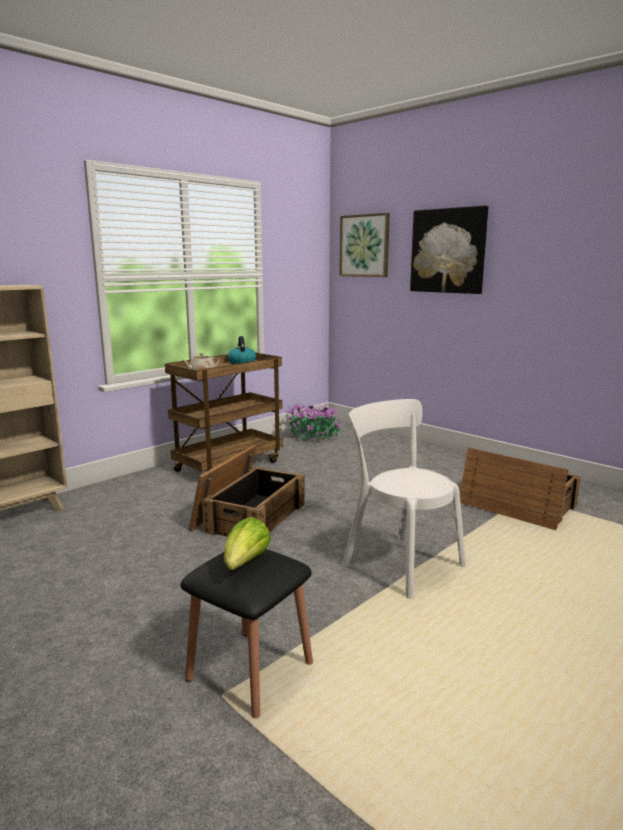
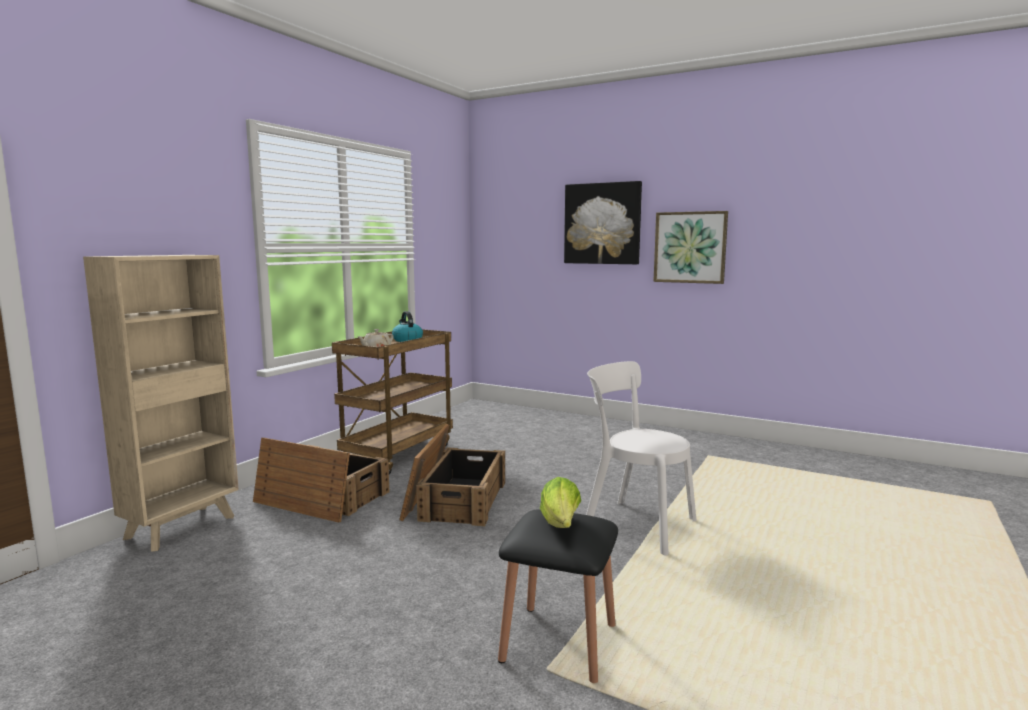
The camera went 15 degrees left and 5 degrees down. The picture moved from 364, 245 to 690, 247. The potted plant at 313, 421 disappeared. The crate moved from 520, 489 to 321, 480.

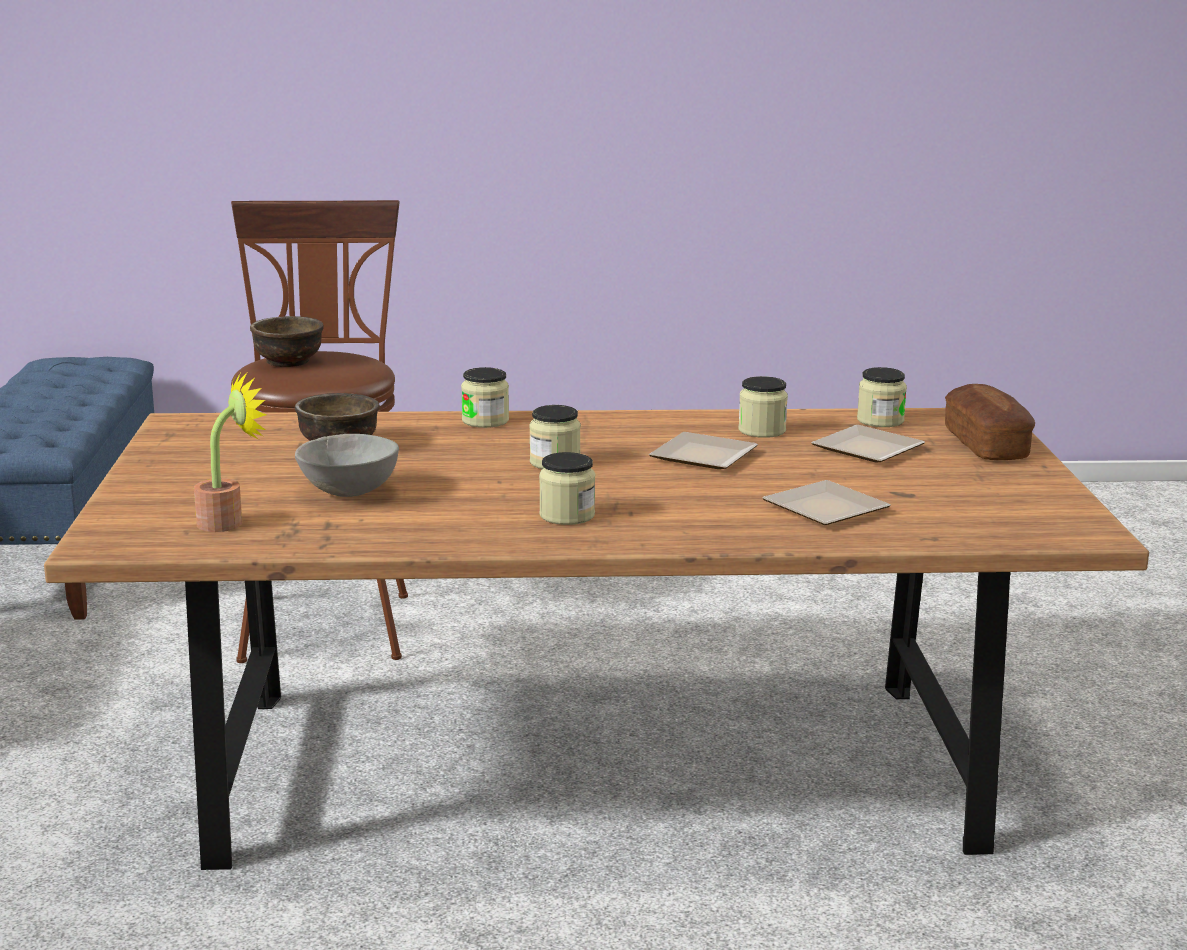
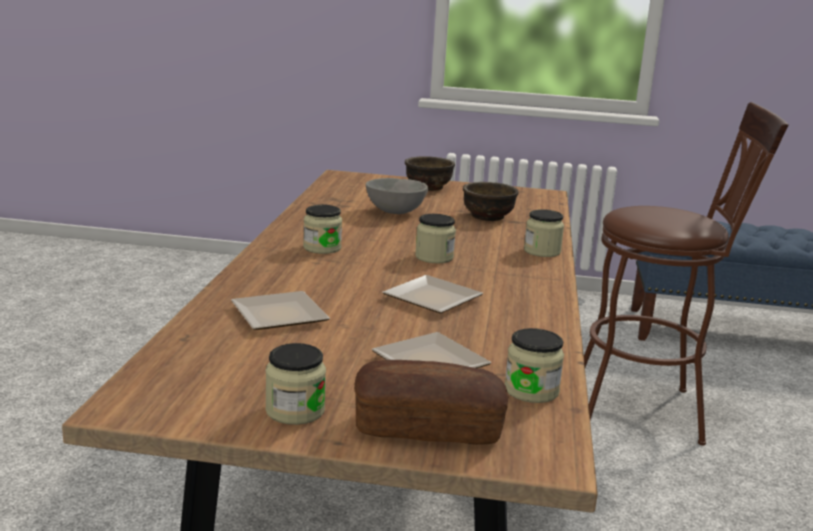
The camera went 100 degrees right and 0 degrees up. The brown bowl moved from 287, 341 to 430, 173. The potted plant at 230, 452 disappeared. The jar moved from 763, 407 to 295, 384.

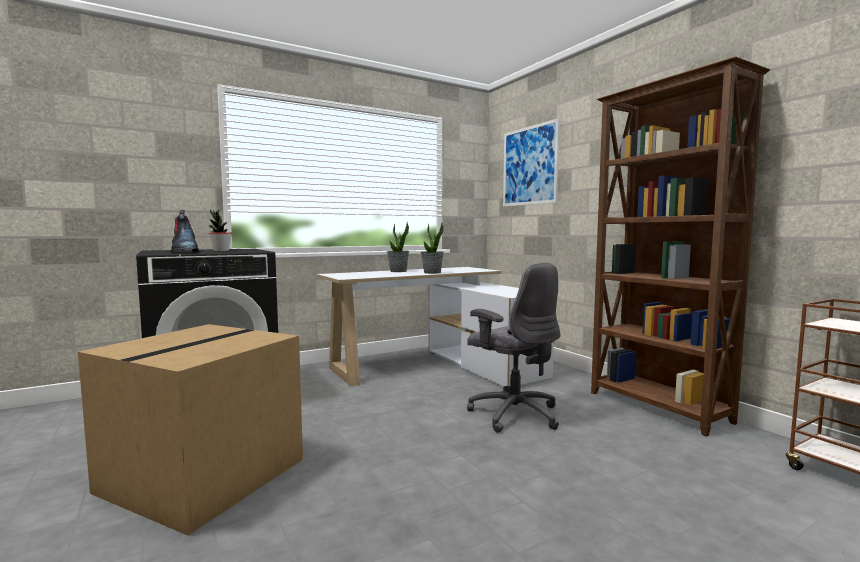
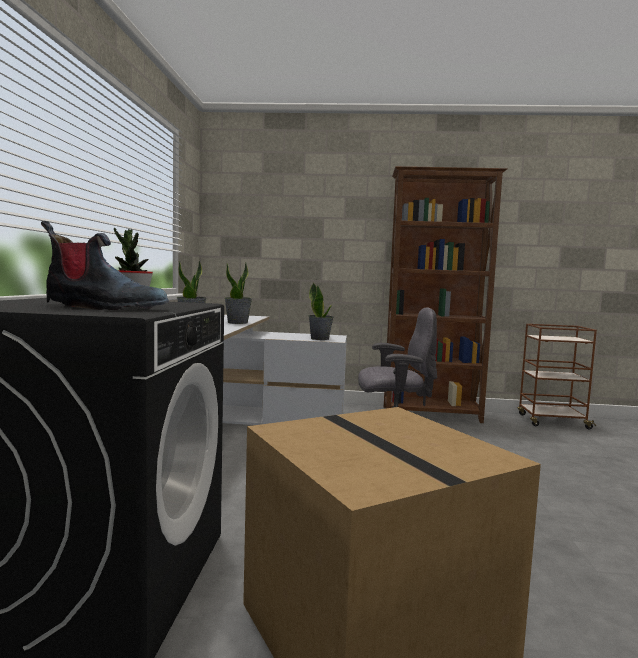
The camera went 55 degrees left and 0 degrees up. The picture at 531, 162 disappeared. The potted plant at 321, 311 appeared.

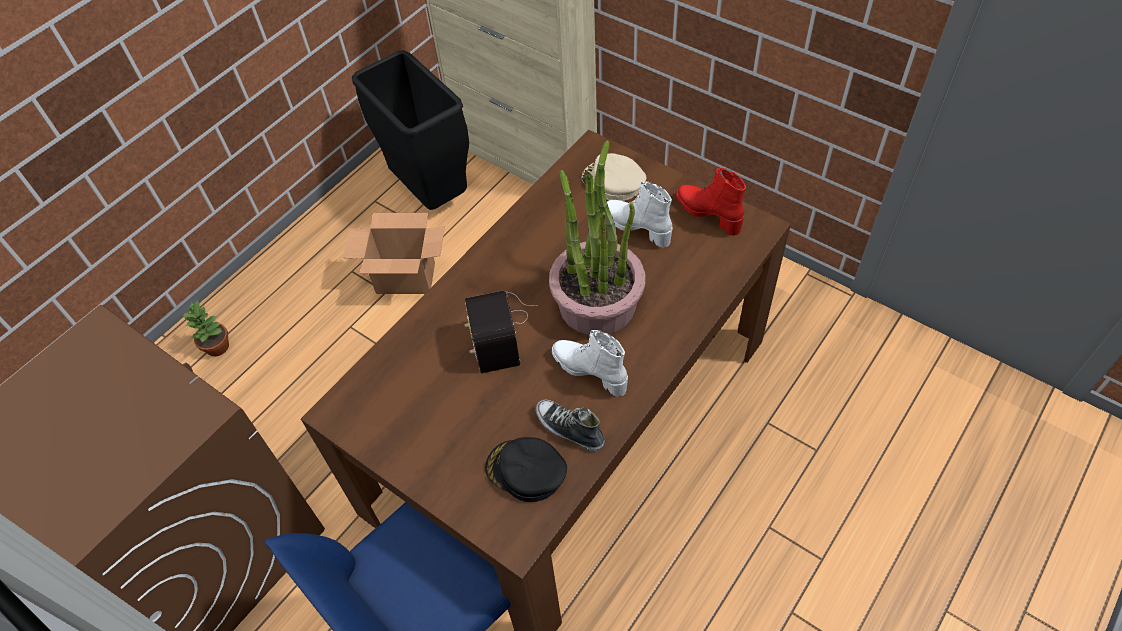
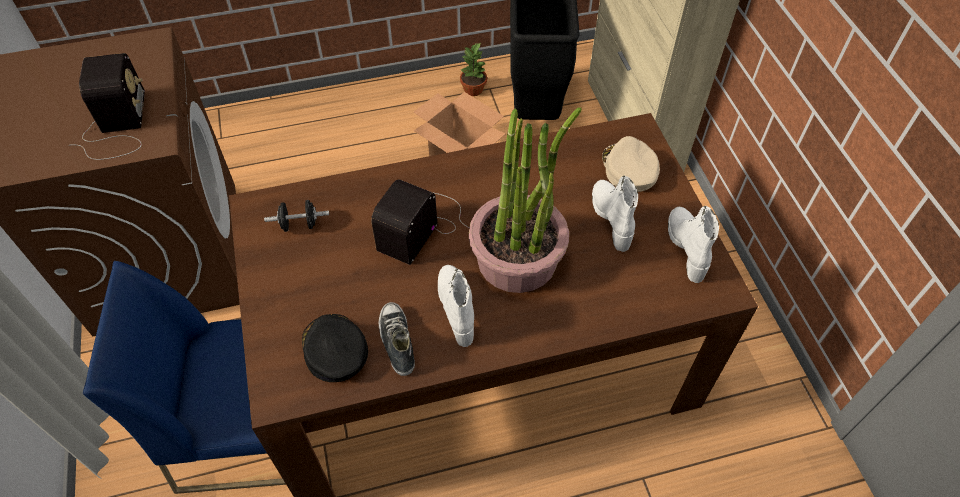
The camera went 35 degrees right and 0 degrees up. The red boot at 711, 202 became the white boot at 693, 244. The potted plant moved from 205, 327 to 473, 69. The radio at 111, 106 appeared. The black dumbbell at 296, 216 appeared.

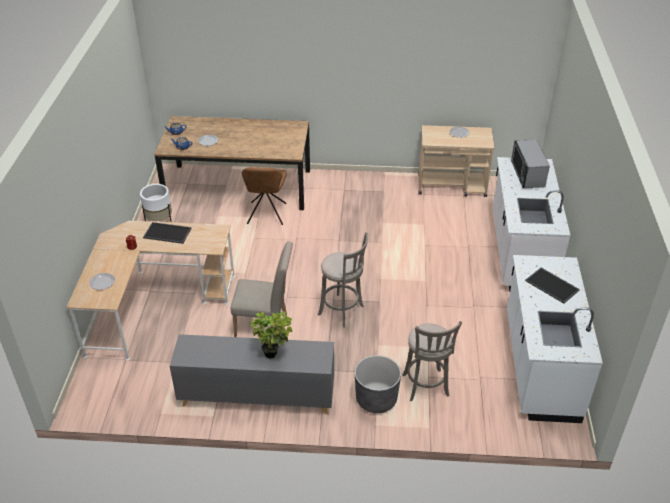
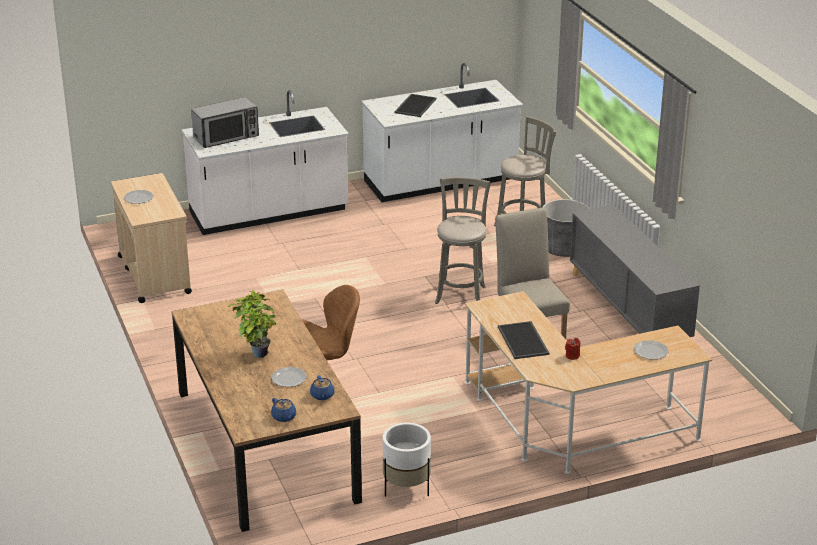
The camera went 115 degrees left and 10 degrees down. The potted plant moved from 271, 335 to 252, 324.

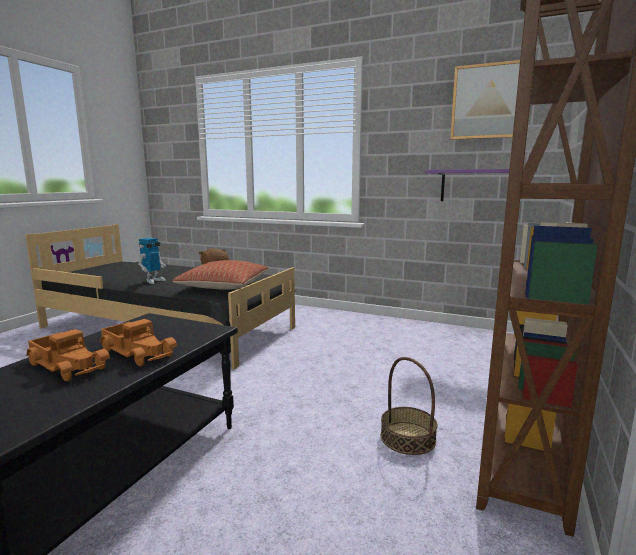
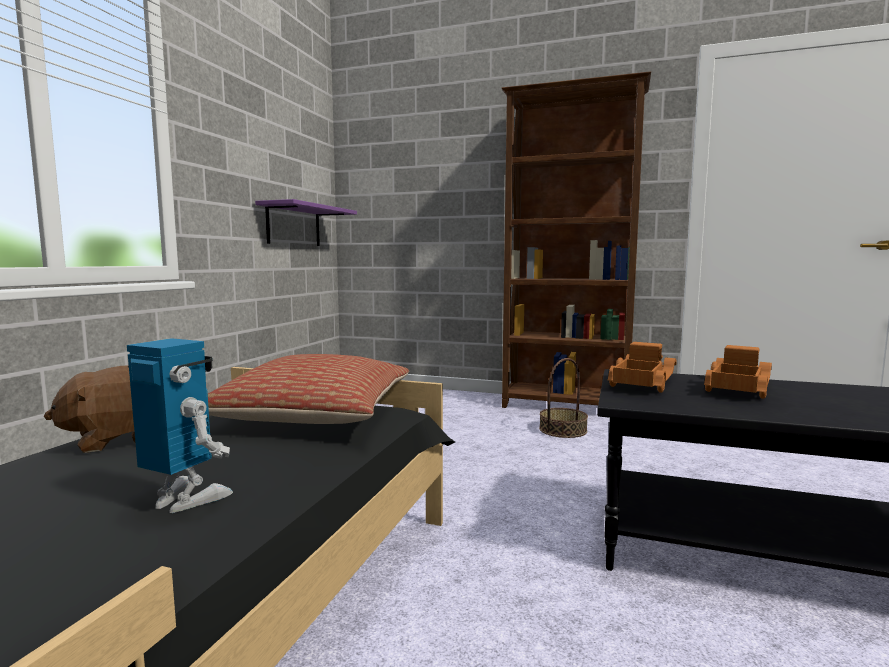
The camera went 95 degrees left and 5 degrees down. The picture at 485, 100 disappeared. The toy truck moved from 68, 355 to 641, 367.

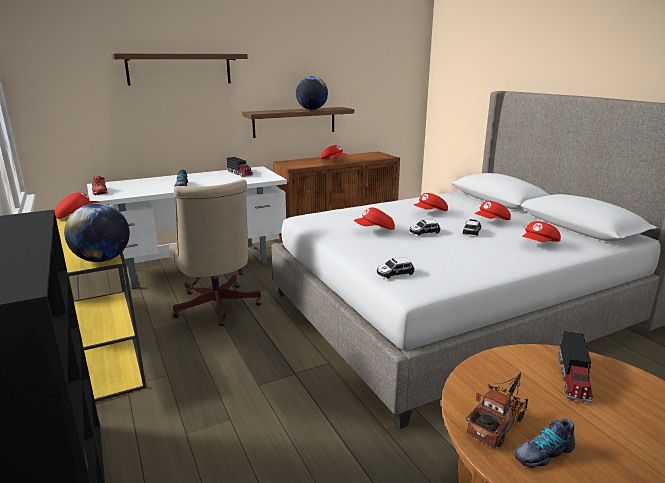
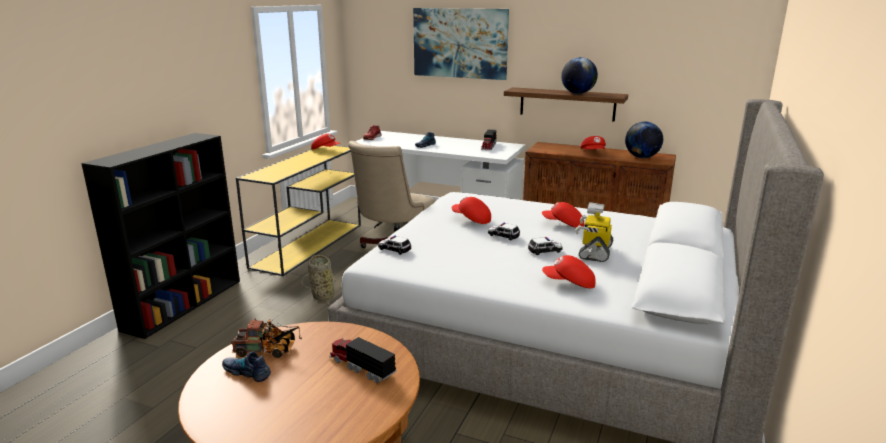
The camera went 50 degrees right and 0 degrees up. The shelf at 179, 70 was replaced by the picture at 461, 44. The red cap at 492, 210 was replaced by the toy robot at 594, 232. The globe moved from 97, 232 to 644, 139. The toy truck at 575, 367 turned 60 degrees clockwise. The basket at 322, 280 appeared.

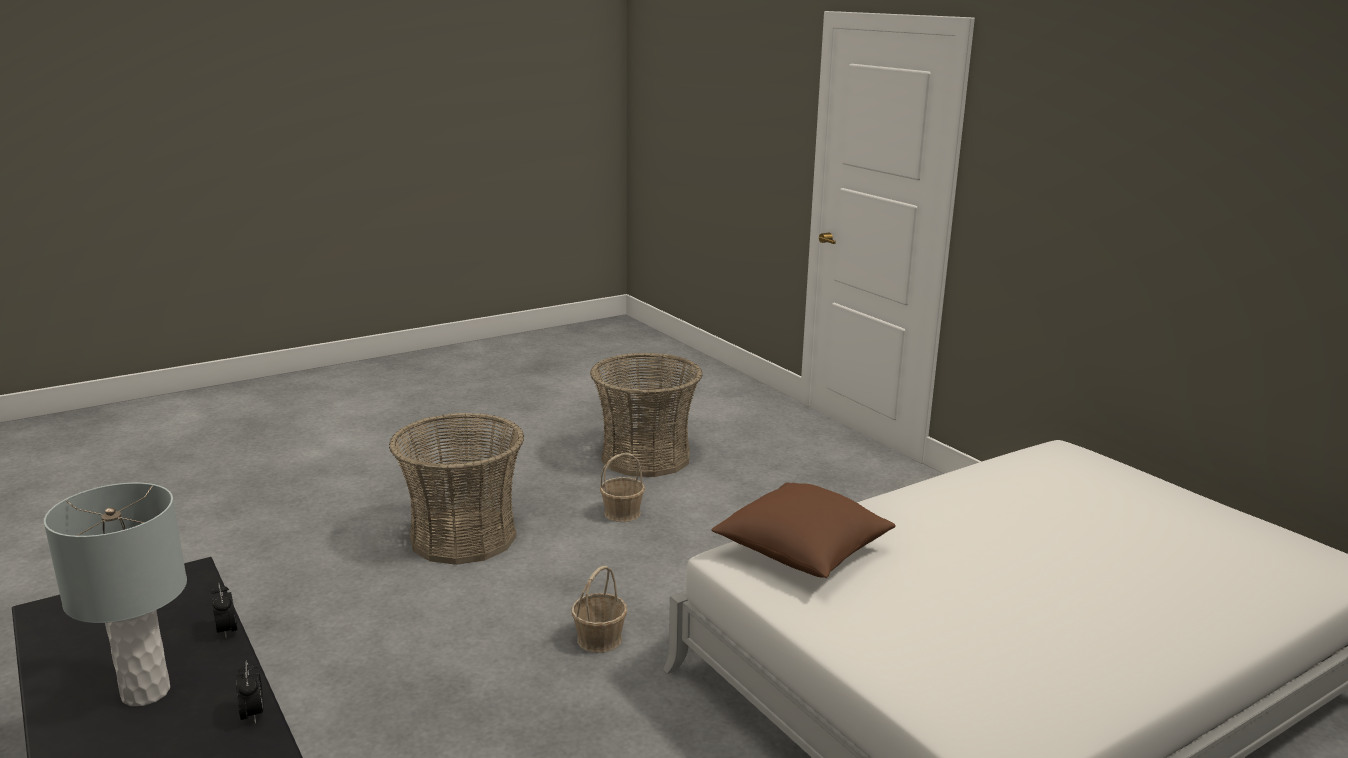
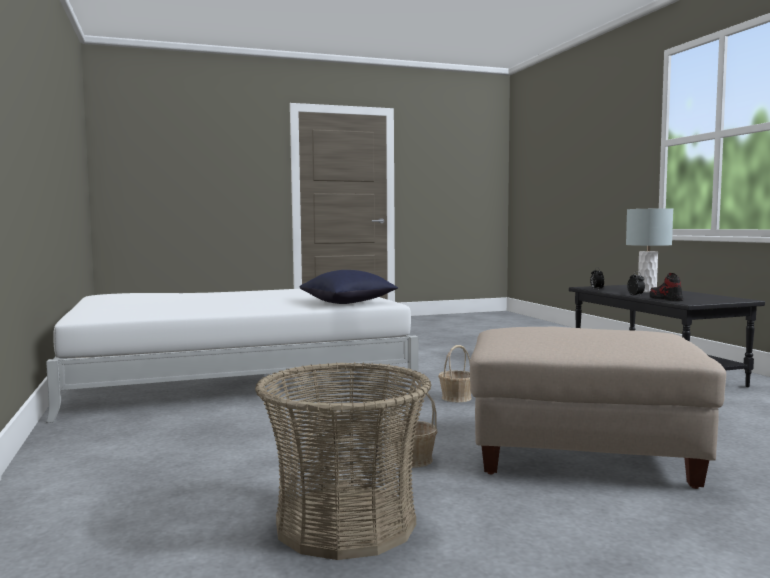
The camera went 165 degrees left and 15 degrees down. The basket at 456, 489 was replaced by the beige ottoman at 598, 408. The brown pillow at 803, 530 became the blue pillow at 349, 287. The shoe at 666, 287 appeared.

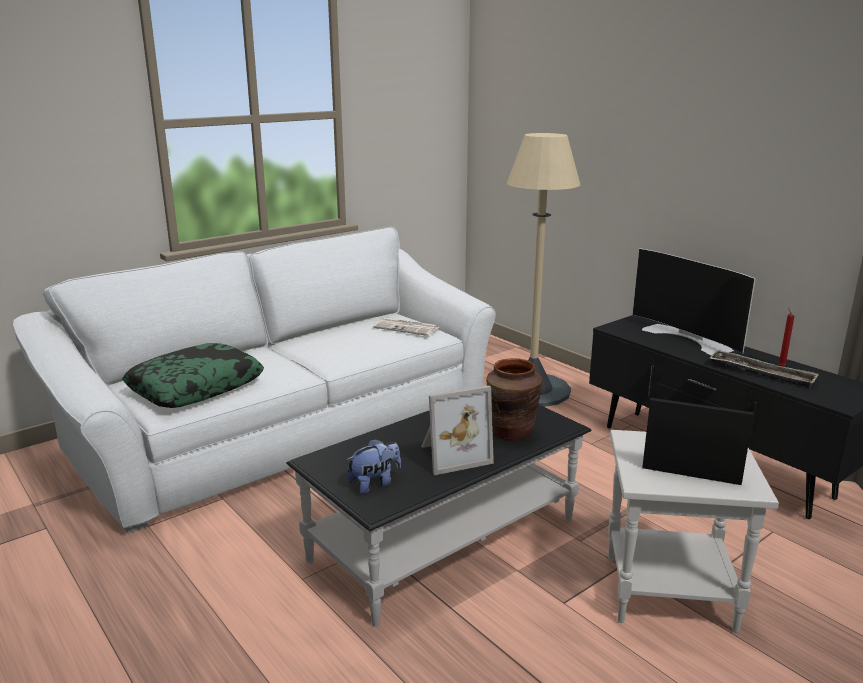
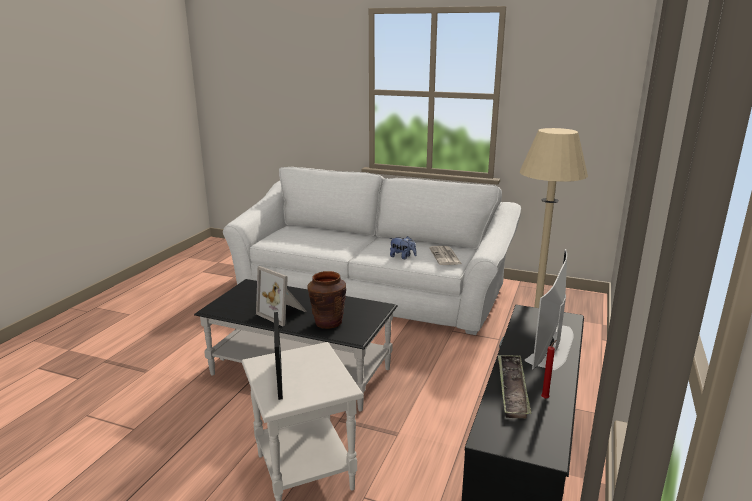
The camera went 60 degrees right and 0 degrees up. The pillow at 193, 375 disappeared. The plush toy moved from 373, 466 to 403, 247.

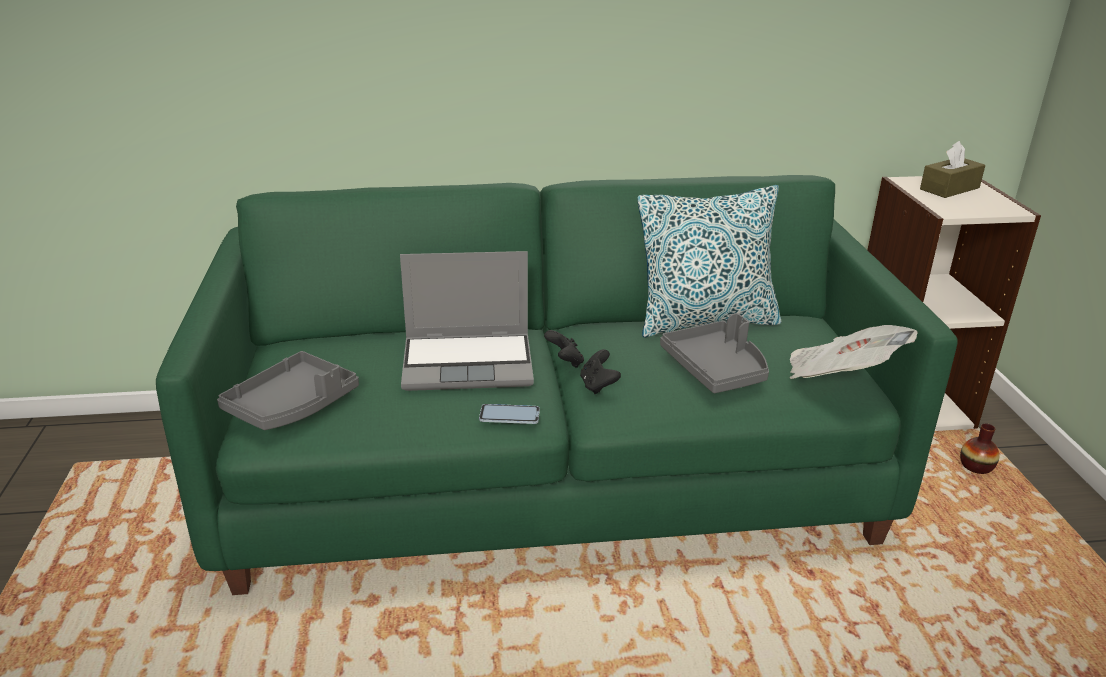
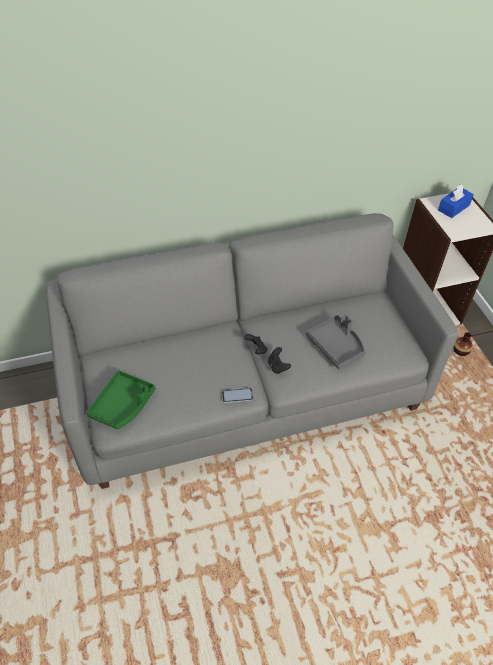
The camera went 10 degrees left and 20 degrees up. The brown tissue box at 952, 169 became the blue tissue box at 456, 201. The green sofa at 557, 385 became the grey sofa at 252, 351. The pillow at 709, 261 disappeared. The laptop at 467, 321 disappeared. The newspaper at 854, 352 disappeared. The grey tray at 288, 390 became the green tray at 121, 399.

